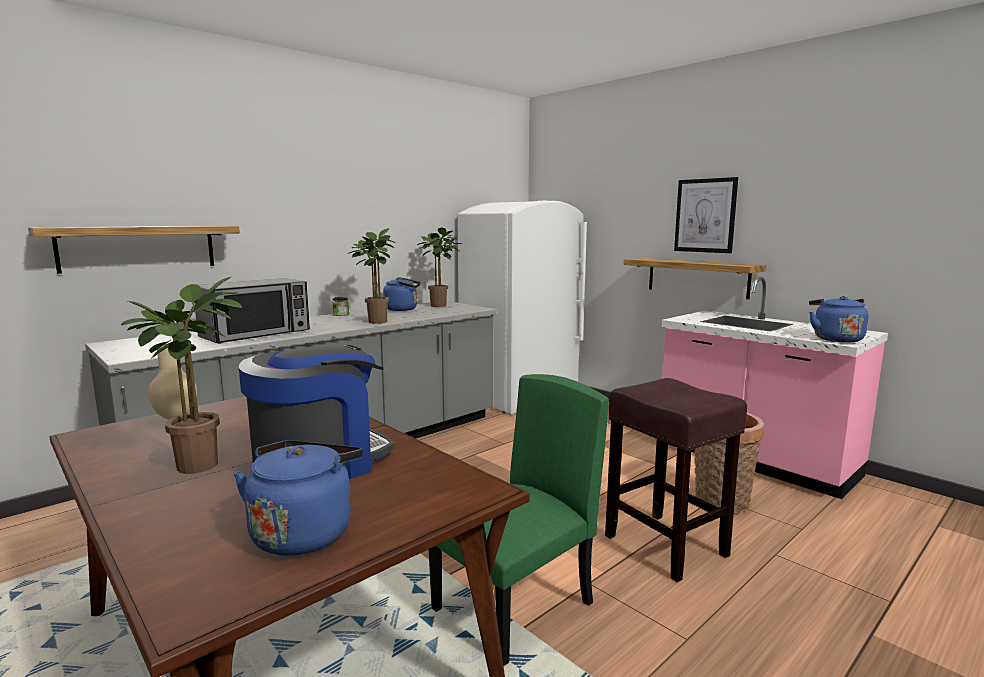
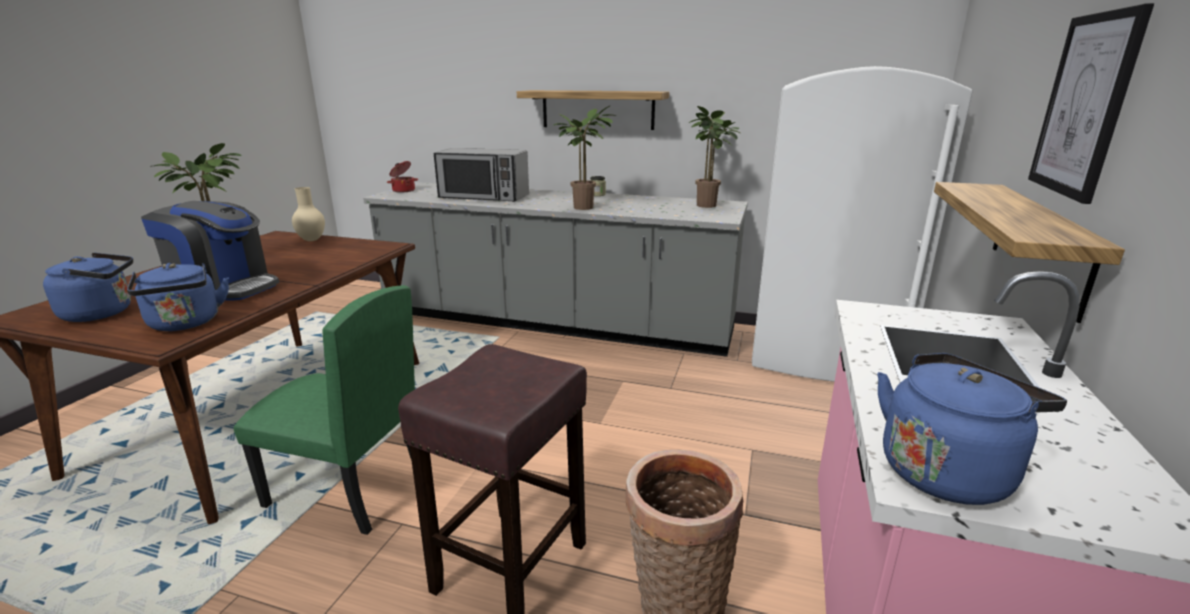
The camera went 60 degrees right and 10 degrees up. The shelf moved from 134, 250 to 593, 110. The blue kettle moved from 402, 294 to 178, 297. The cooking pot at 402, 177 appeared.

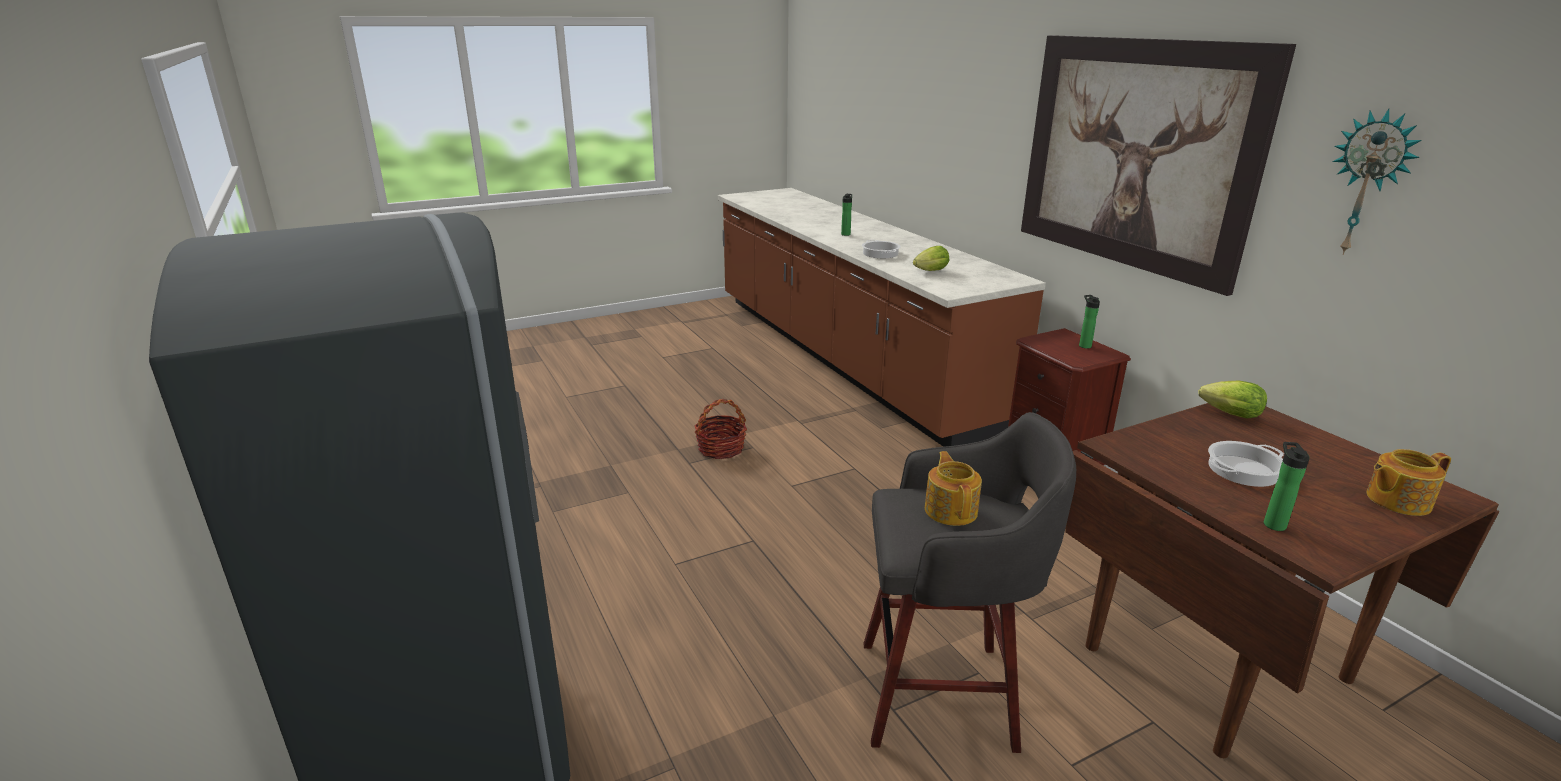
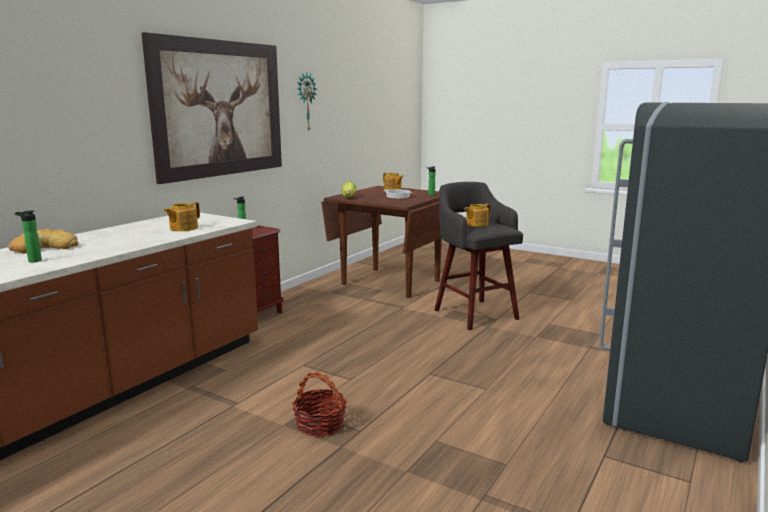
The camera went 120 degrees left and 10 degrees down. The cooking pot at 881, 249 disappeared. The lettuce at 931, 258 was replaced by the teapot at 182, 216. The bread at 43, 241 appeared.

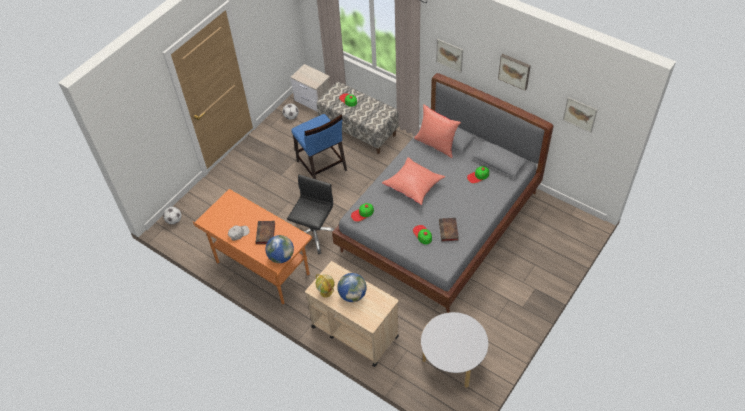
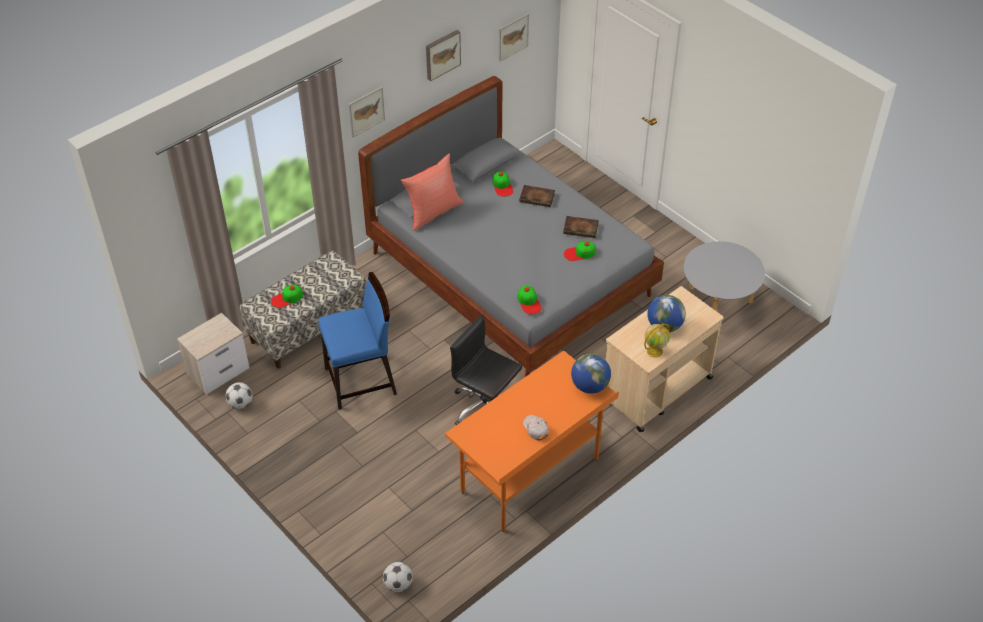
The camera went 80 degrees left and 5 degrees down. The red pillow at 413, 181 disappeared. The book moved from 265, 232 to 537, 196.

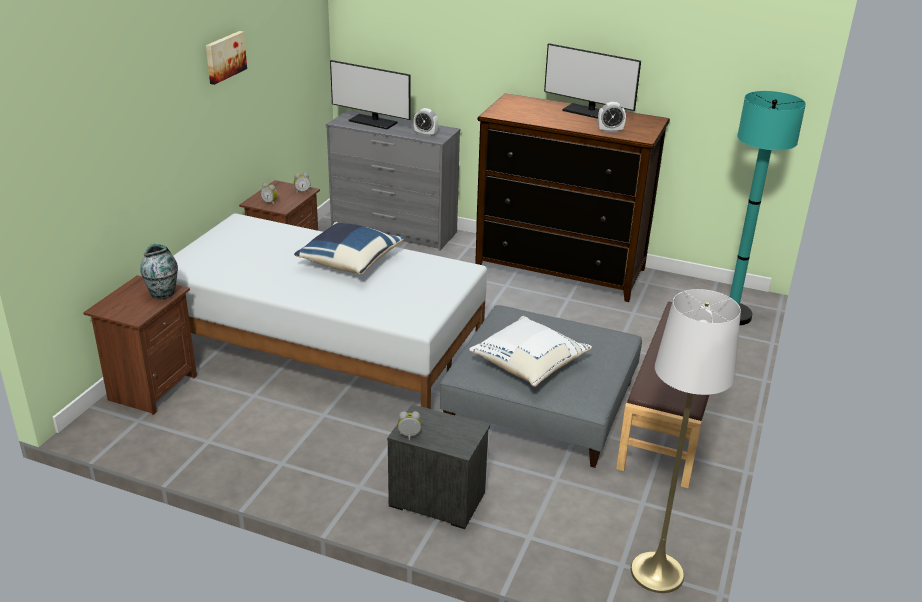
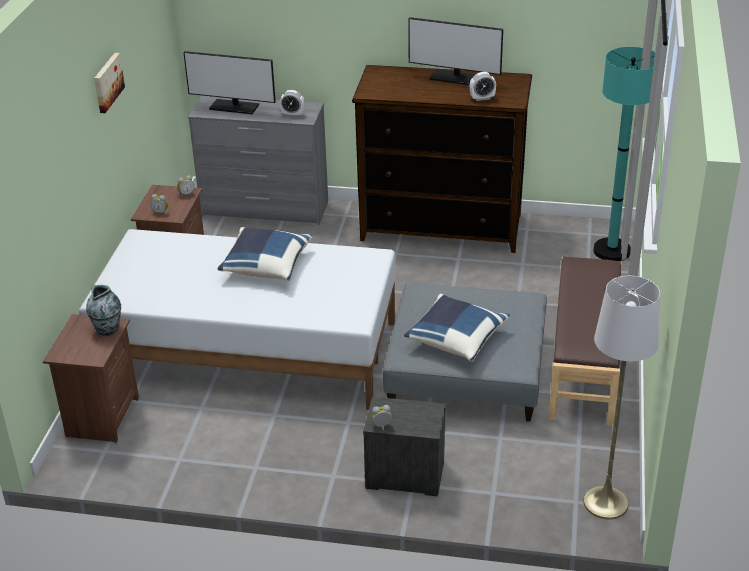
The camera went 10 degrees left and 5 degrees up. The white pillow at 530, 351 became the blue pillow at 457, 328.

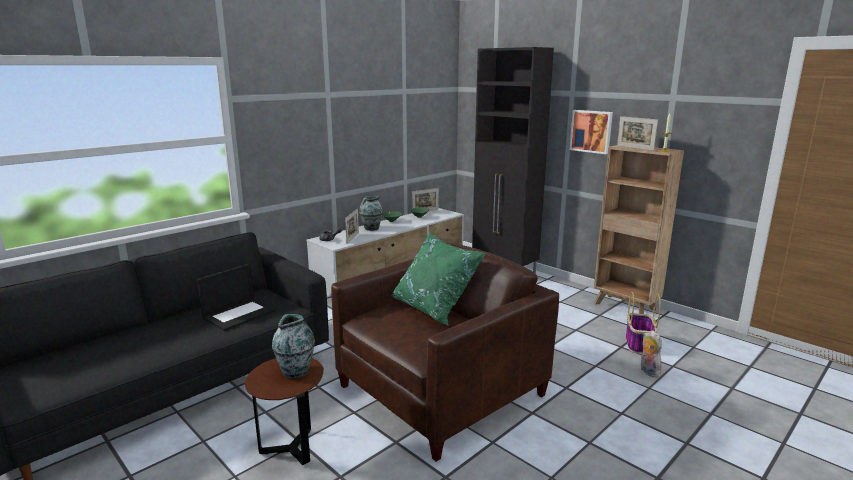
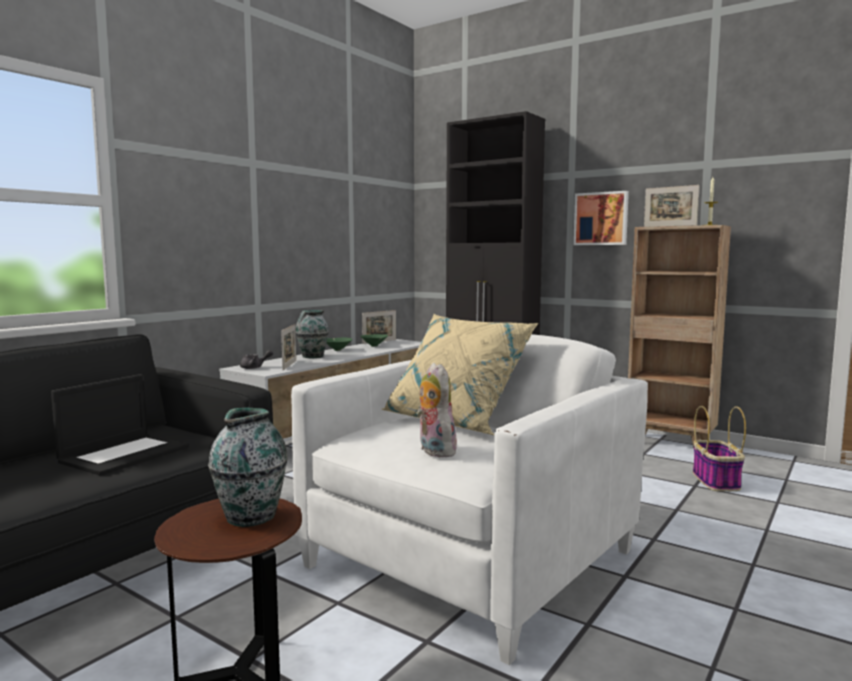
The camera went 10 degrees left and 10 degrees down. The green pillow at 438, 279 became the beige pillow at 460, 374. The brown armchair at 445, 352 became the white armchair at 469, 499. The plush toy moved from 652, 354 to 436, 410.

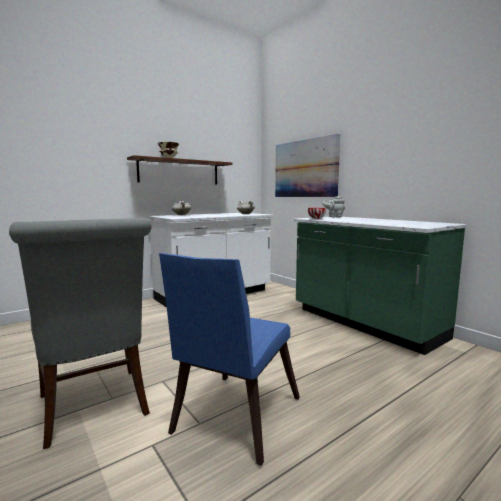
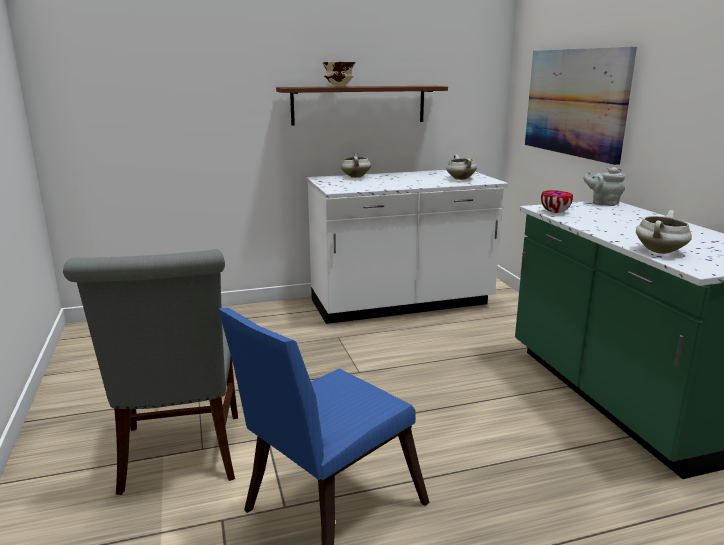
The camera went 20 degrees right and 10 degrees up. The white cooking pot at 664, 232 appeared.

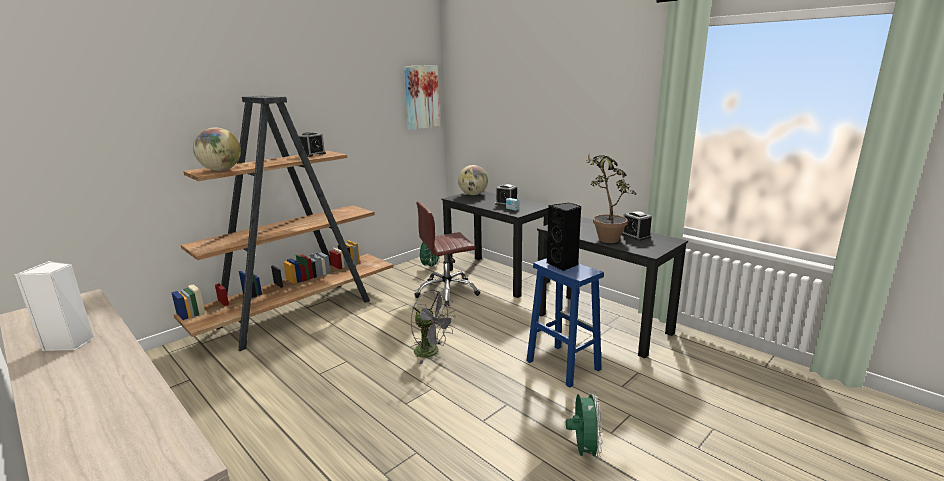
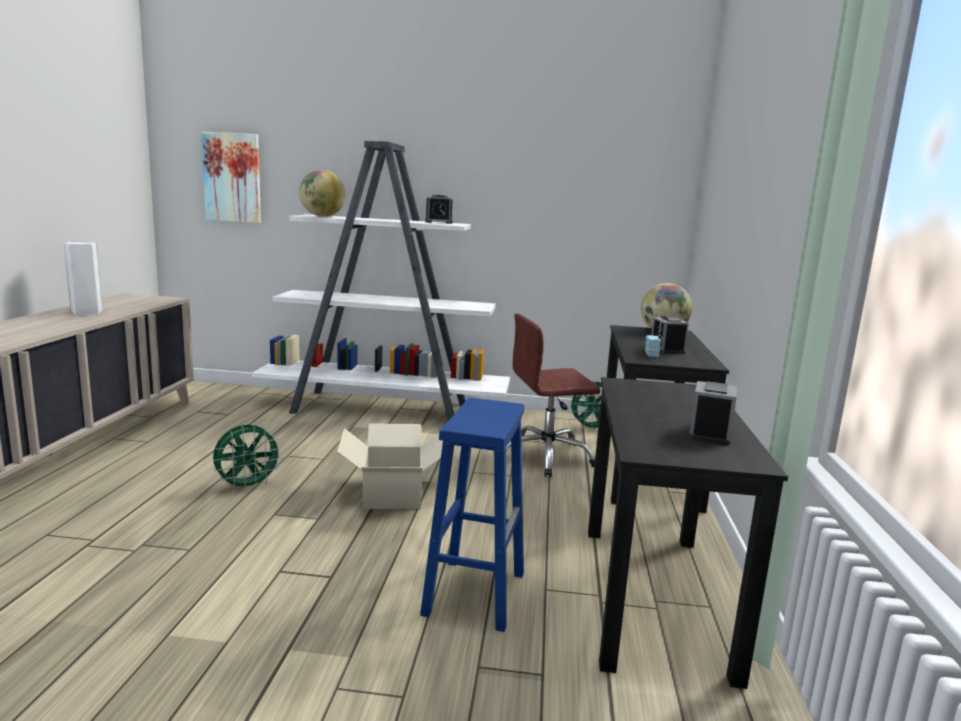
The camera went 50 degrees right and 5 degrees down. The picture moved from 422, 97 to 231, 177. The brown bookcase at 282, 223 became the white bookcase at 381, 281. The potted plant at 611, 199 disappeared. The brown office chair at 447, 253 turned 45 degrees counterclockwise. The black speaker at 564, 237 disappeared. The grey fan at 433, 327 was replaced by the cardboard box at 390, 466. The green fan moved from 584, 425 to 247, 457.

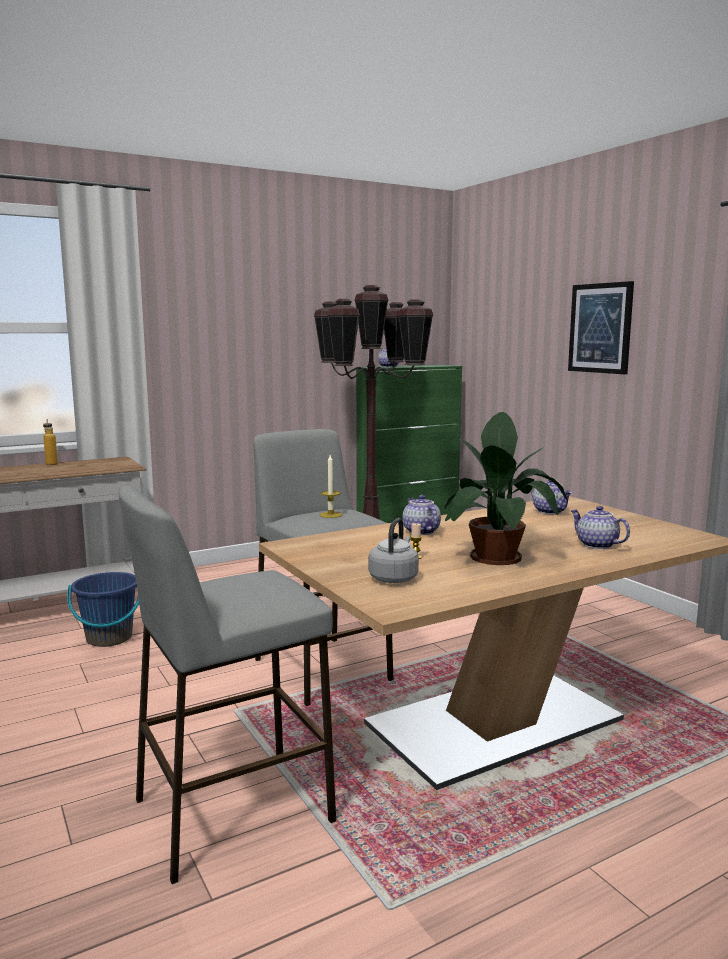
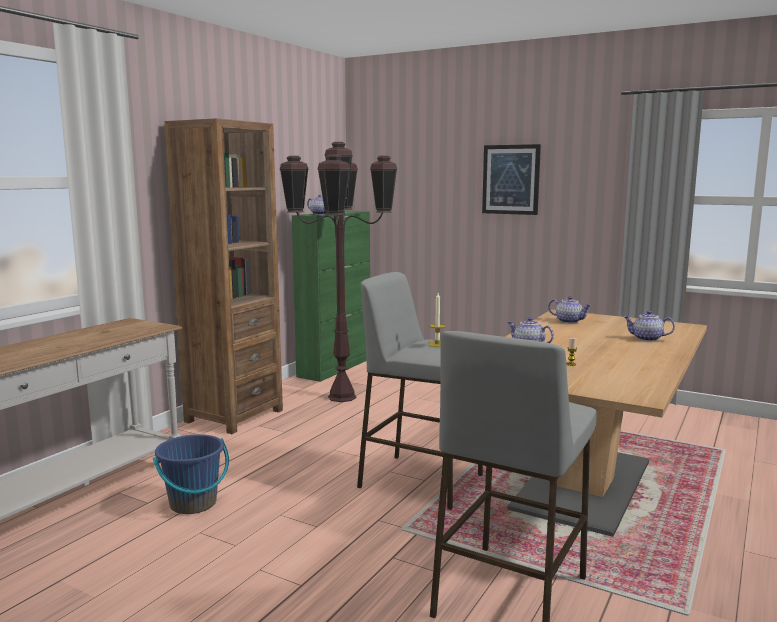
The camera went 30 degrees left and 0 degrees up. The potted plant at 506, 488 disappeared. The bottle at 50, 442 disappeared. The grey kettle at 394, 550 disappeared. The brown bookcase at 223, 276 appeared.

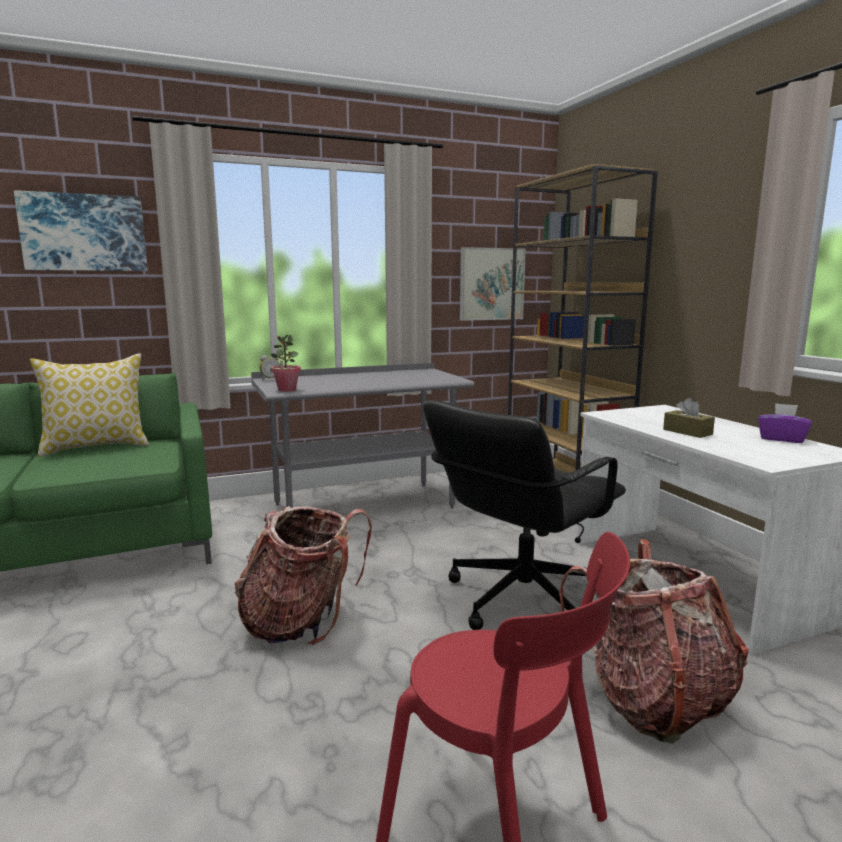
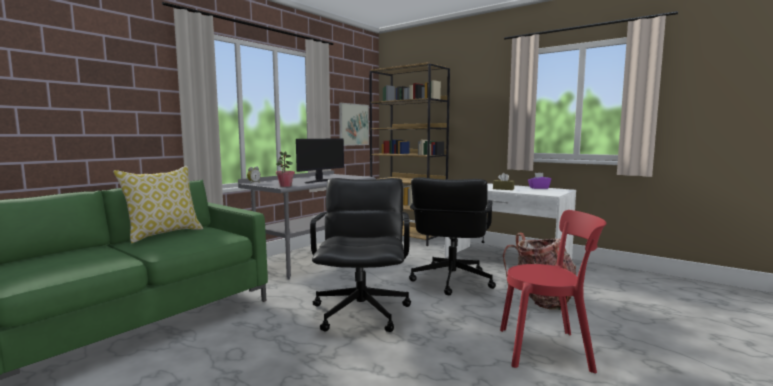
The camera went 30 degrees left and 5 degrees down. The picture at 81, 230 disappeared. The backpack at 303, 575 was replaced by the black office chair at 360, 255. The monitor at 320, 160 appeared.

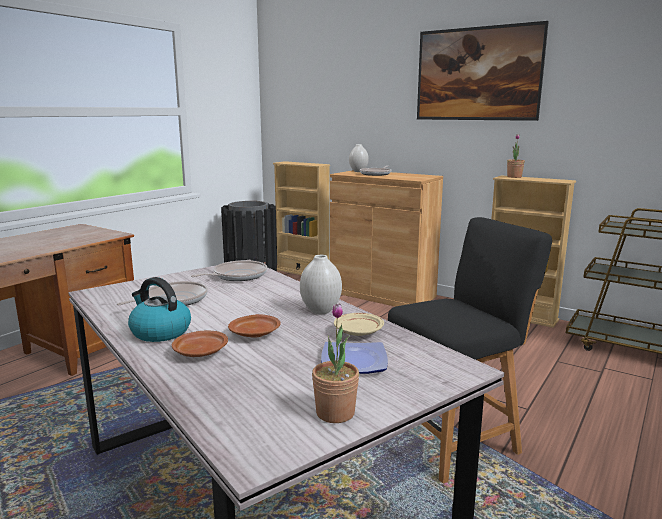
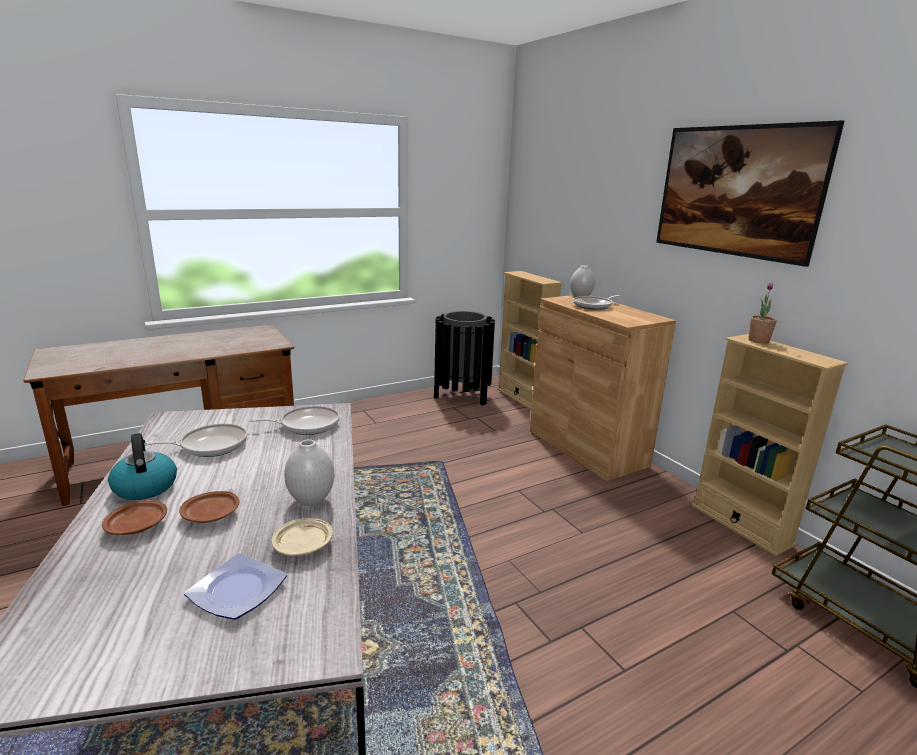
The camera went 25 degrees right and 5 degrees up. The black stool at 470, 350 disappeared. The potted plant at 335, 363 disappeared.

